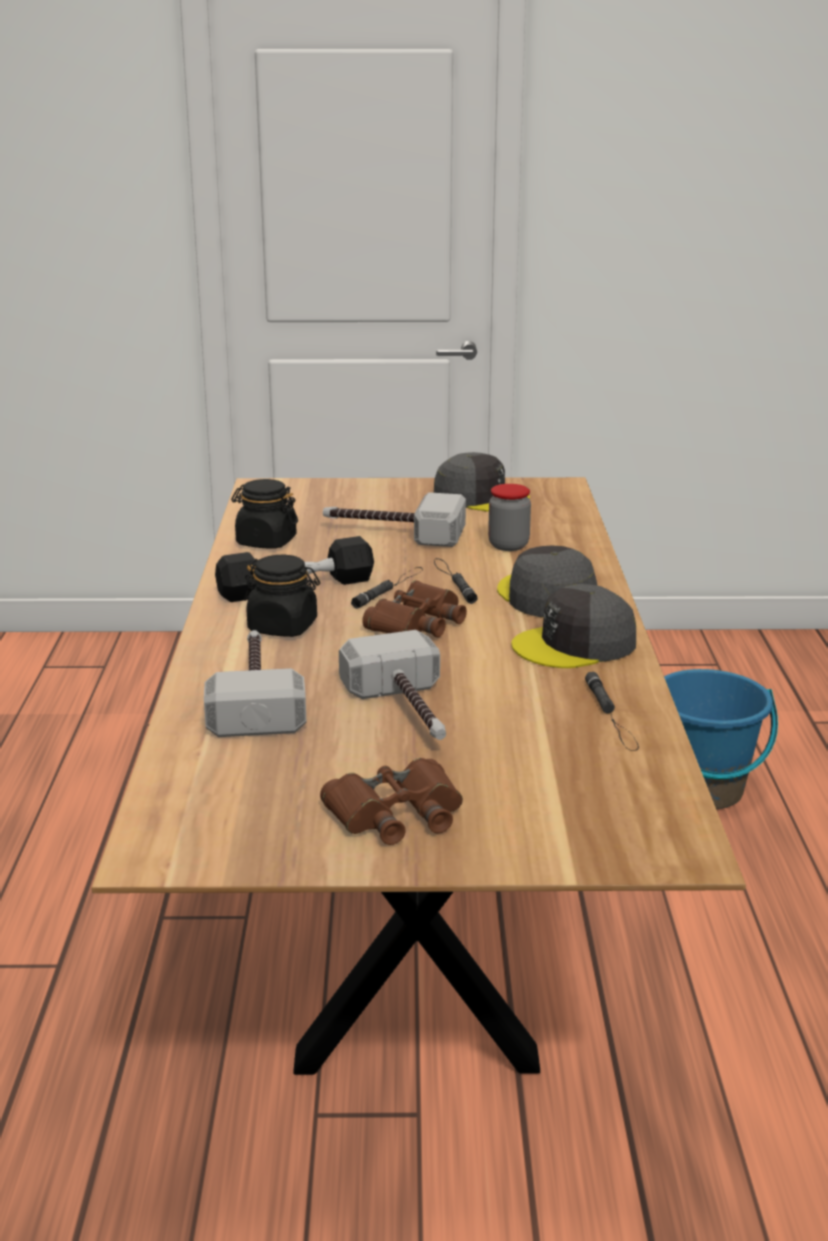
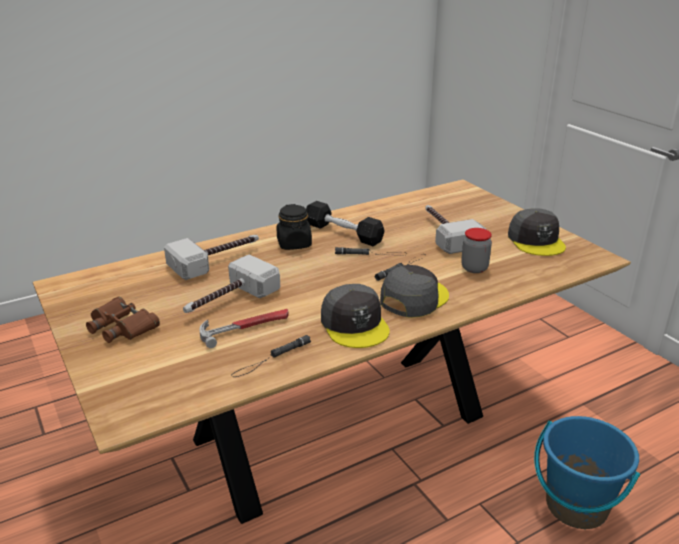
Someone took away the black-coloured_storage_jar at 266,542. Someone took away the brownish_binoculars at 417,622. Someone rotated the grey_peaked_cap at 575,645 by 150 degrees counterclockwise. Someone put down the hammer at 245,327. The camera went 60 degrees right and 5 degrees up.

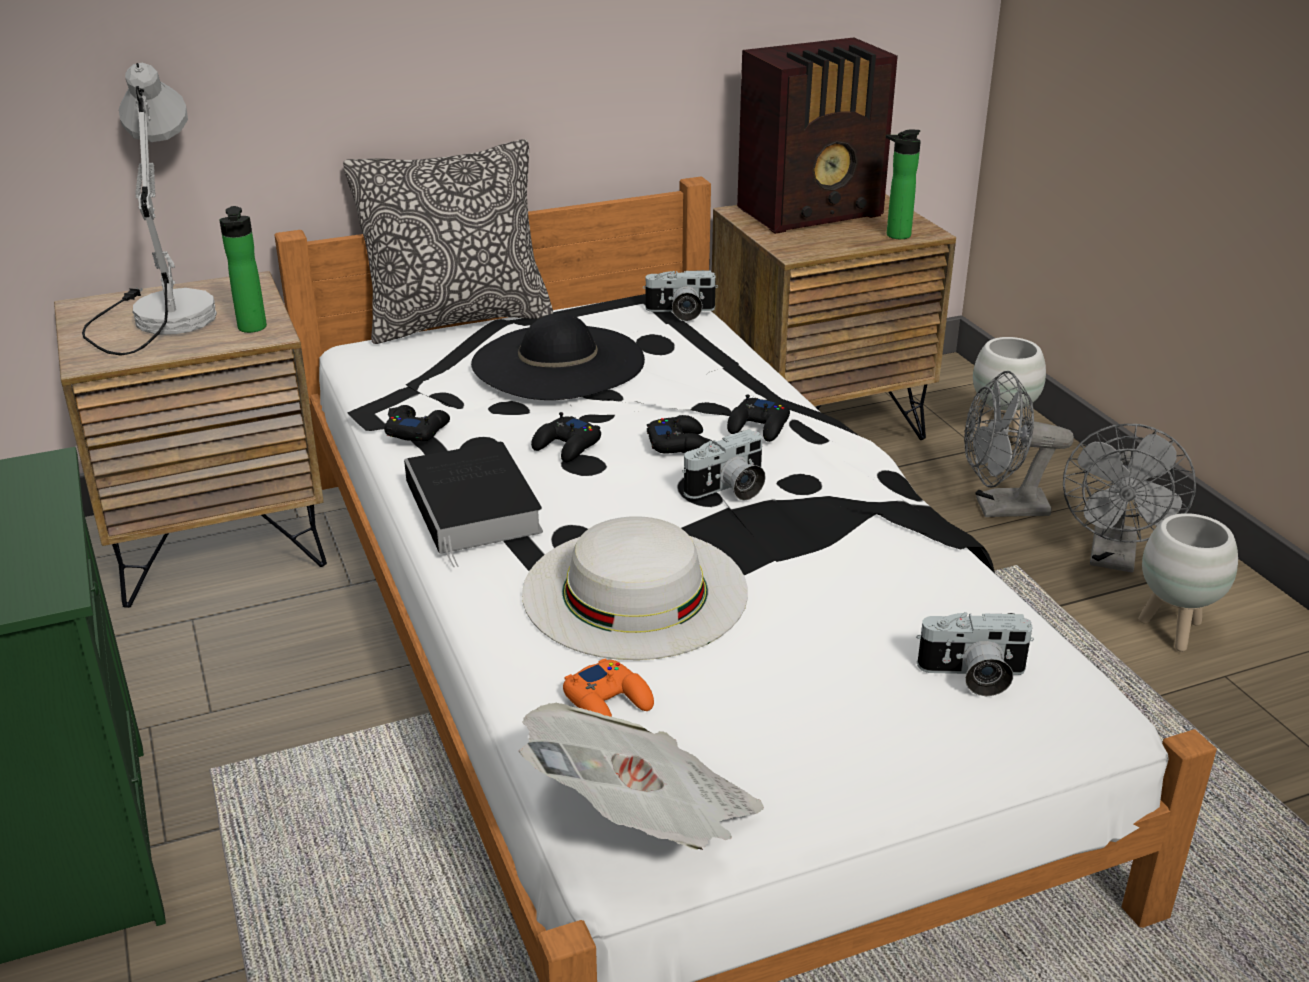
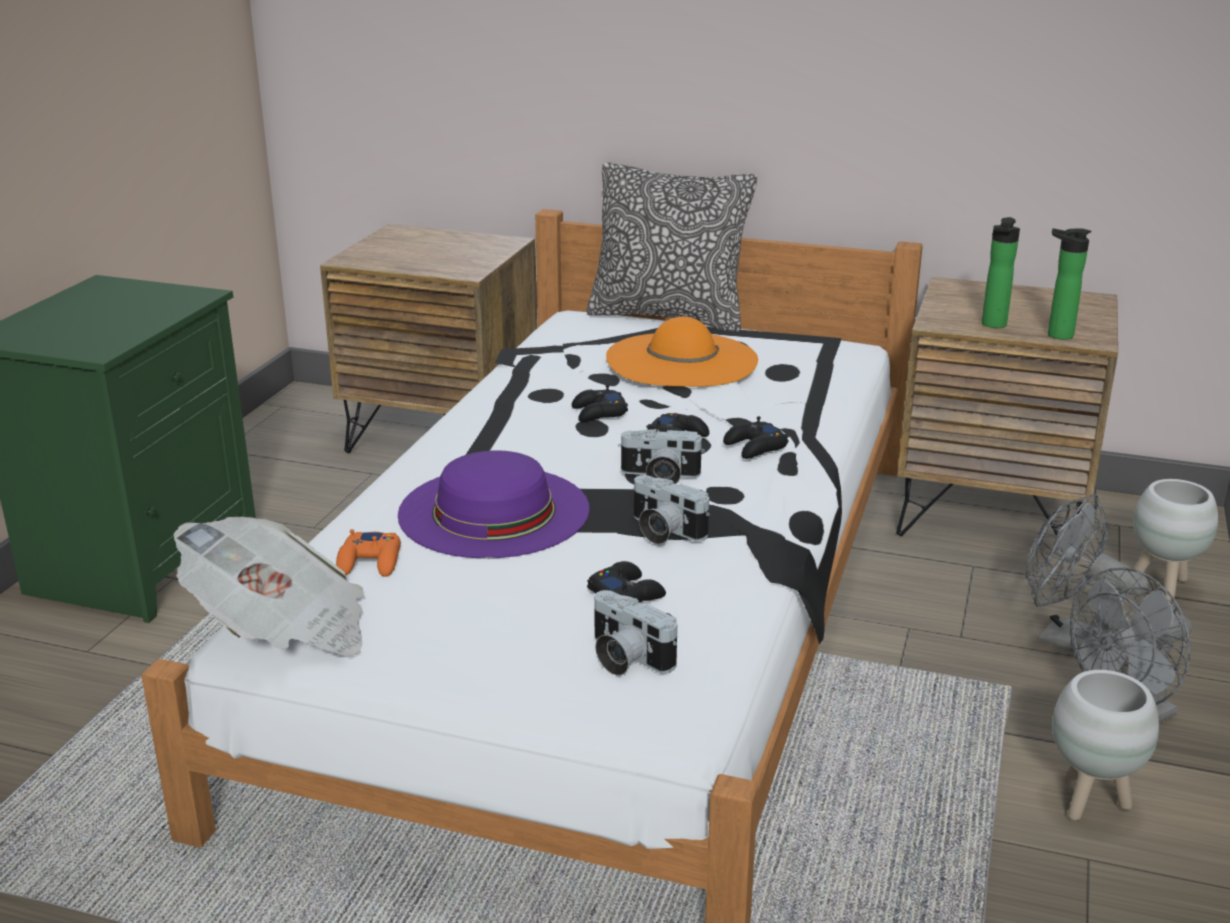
Someone took away the radio_set at 813,213. Someone took away the whitish_tabletop_lamp at 155,315. Someone carried the bottle from 252,329 to 993,325. Someone carried the still_camera from 680,312 to 663,531. Someone repainted the black-coloured_wearable_hat at 558,362, which became the orangey_wearable_hat at 681,360. Someone carried the black-coloured_game_controller from 417,430 to 626,594. Someone took away the volume at 475,508. Someone repainted the whitish_wearable_hat at 634,591, which became the purplish_wearable_hat at 494,511. The camera went 40 degrees right and 5 degrees down.

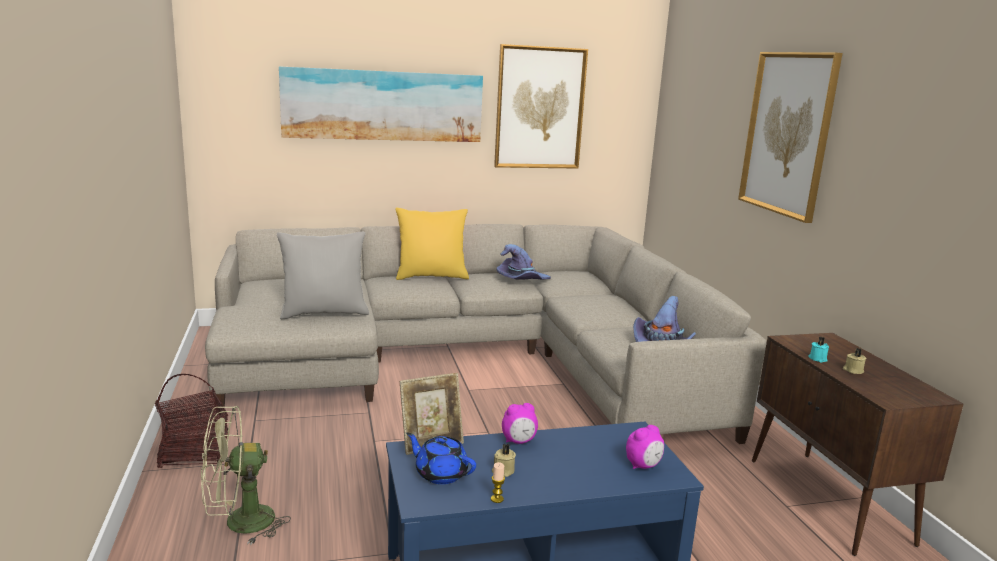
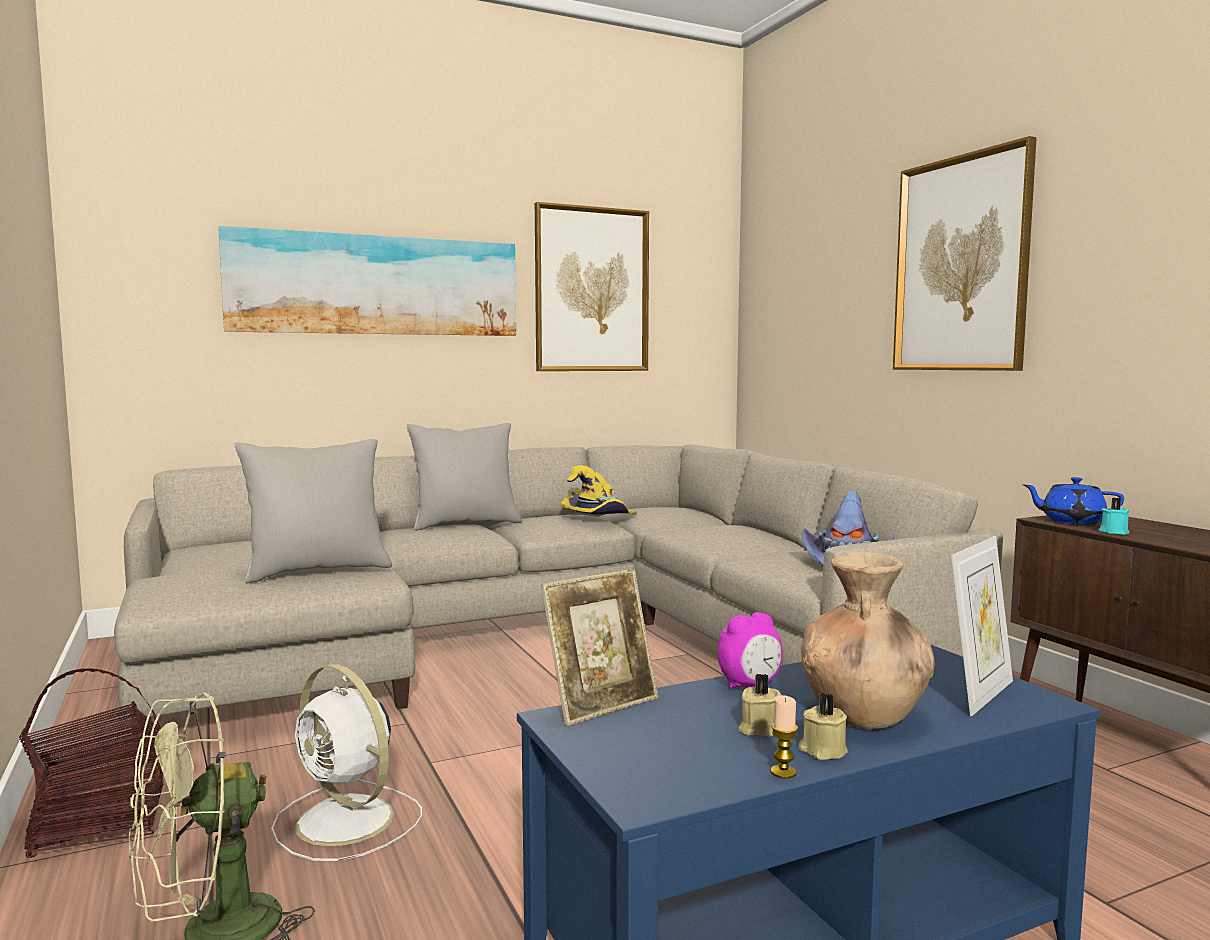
Someone repainted the yellowish_pillow at 431,276, which became the grey_pillow at 465,524. Someone repainted the purplish_wearable_hat at 521,280, which became the yellowish_wearable_hat at 597,518. Someone carried the beige-coloured_wax_light from 852,370 to 822,750. Someone swapped the table_clock at 643,466 for the picture_frame at 979,694. Someone carried the blue_tea_pot from 440,473 to 1071,521. Someone put down the brownish_flower_vase at 863,713. Someone put down the whitish_electric_fan at 348,822. The camera went 10 degrees left and 10 degrees down.

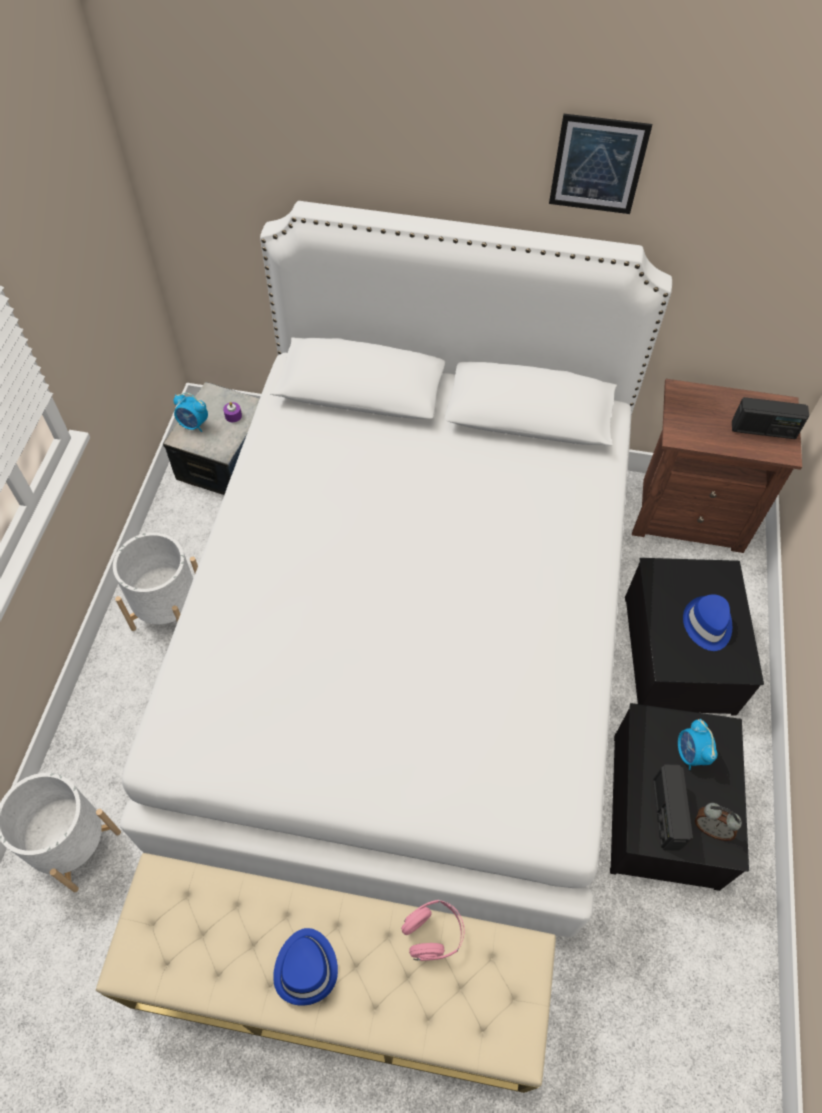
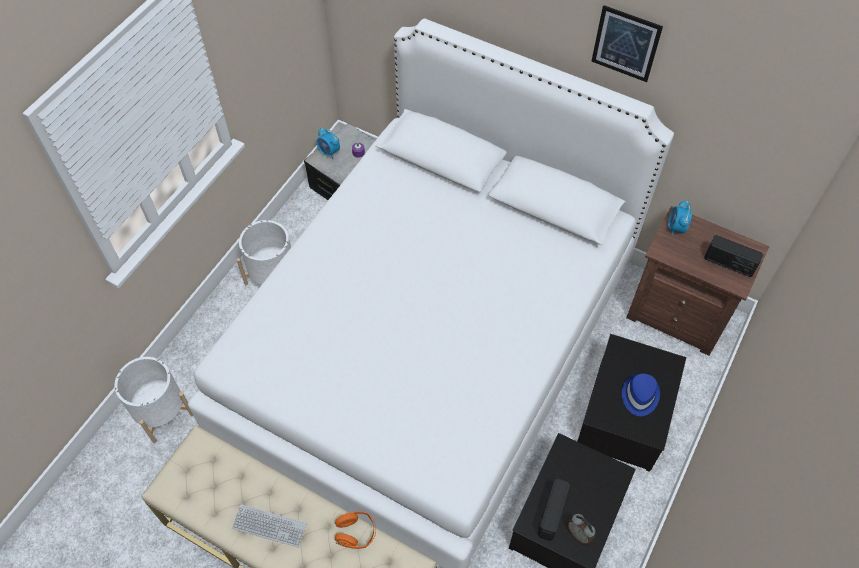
Someone carried the table_clock from 690,754 to 676,228. Someone repainted the pinkish_pair_of_headphones at 433,934, which became the orangey_pair_of_headphones at 356,533. Someone swapped the blue_wearable_hat at 306,967 for the PC_keyboard at 269,526. The camera went 20 degrees right and 0 degrees up.

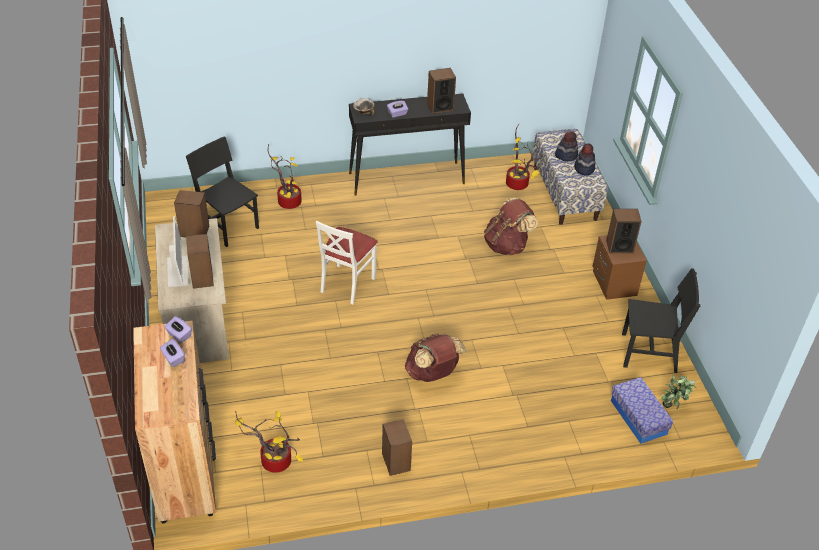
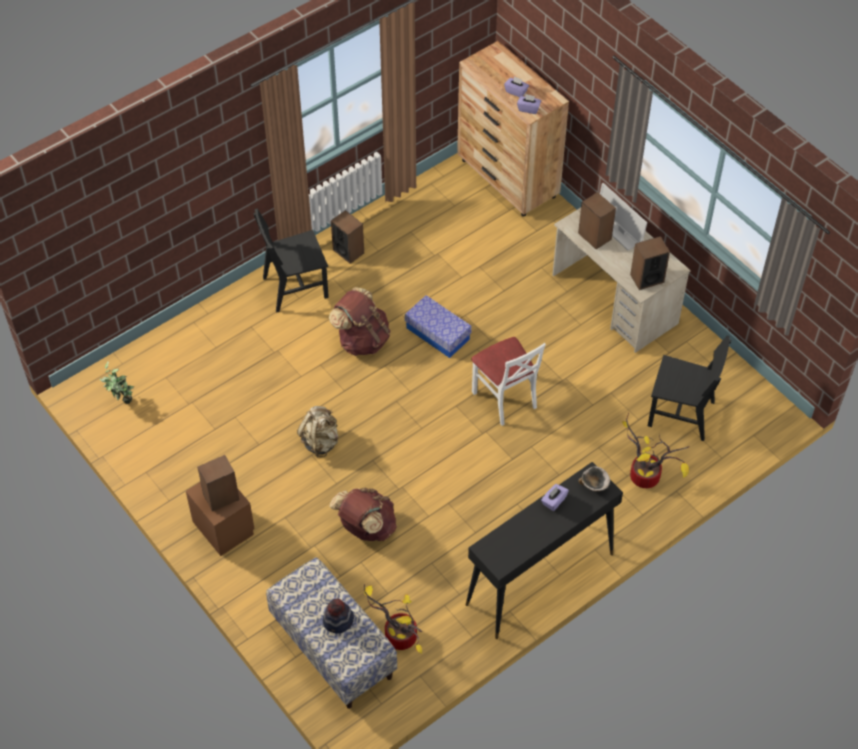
Someone took away the speaker at 440,107. Someone took away the wearable_hat at 584,168. Someone rotated the whitish_plain_chair at 347,284 by 150 degrees clockwise. Someone carried the black-coloured_plain_chair from 649,353 to 295,287. Someone carried the storage_bin from 638,417 to 438,333. Someone took away the potted_plant at 273,462. Someone put down the beige-coloured_backpack at 320,441. The camera went 155 degrees right and 10 degrees up.

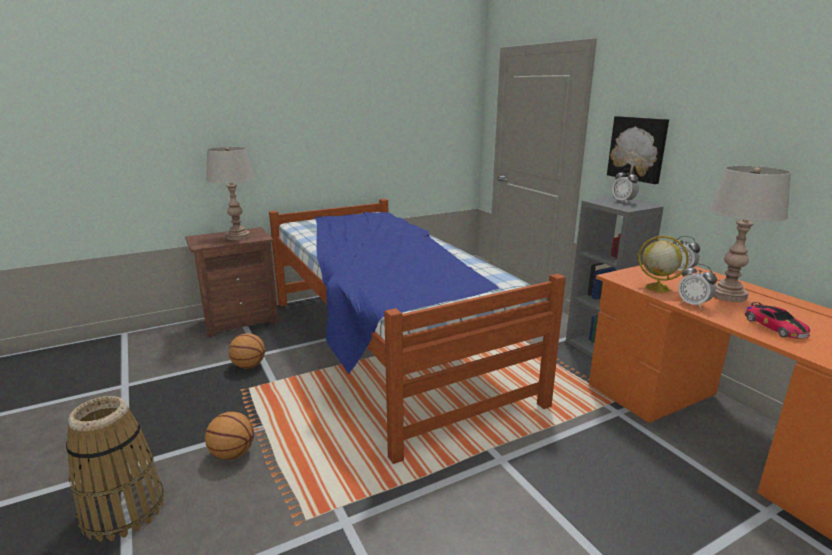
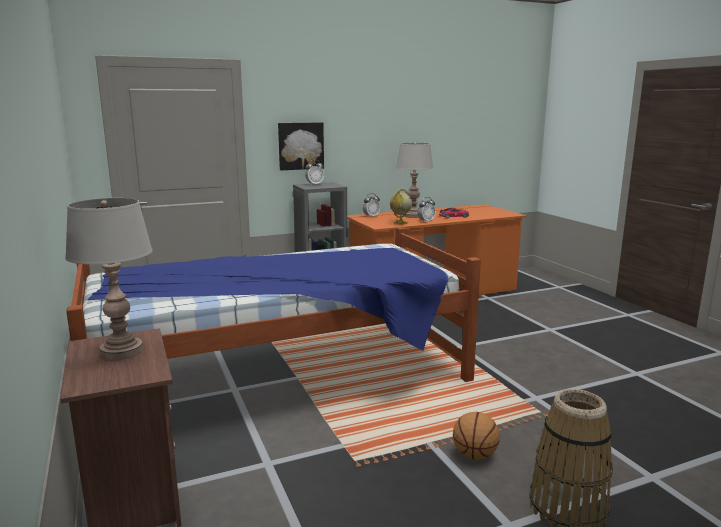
Someone took away the basketball_ball at 249,366. The camera went 85 degrees left and 5 degrees down.

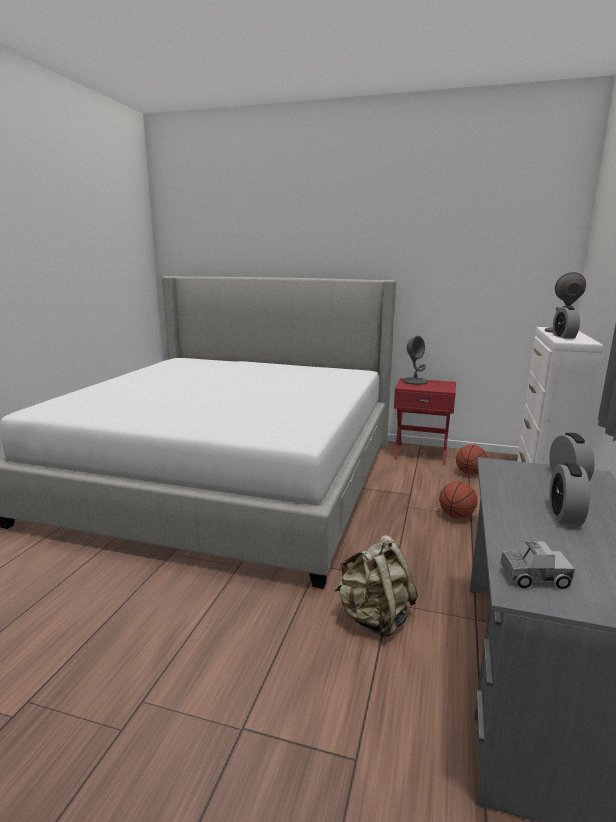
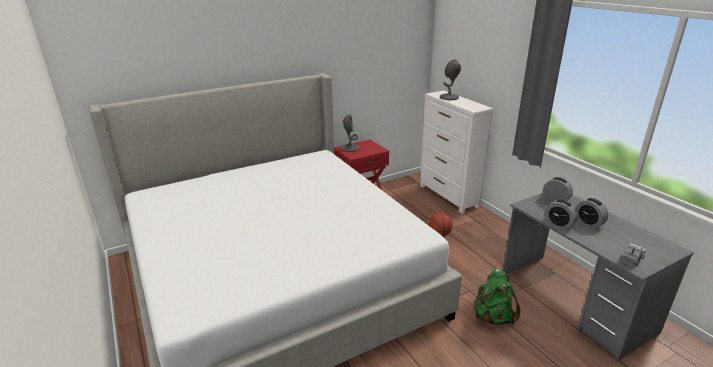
Someone carried the table_clock from 563,336 to 559,224. Someone took away the basketball_ball at 470,473. Someone repainted the beige-coloured_backpack at 374,618, which became the greenish_backpack at 493,317. The camera went 45 degrees left and 10 degrees up.

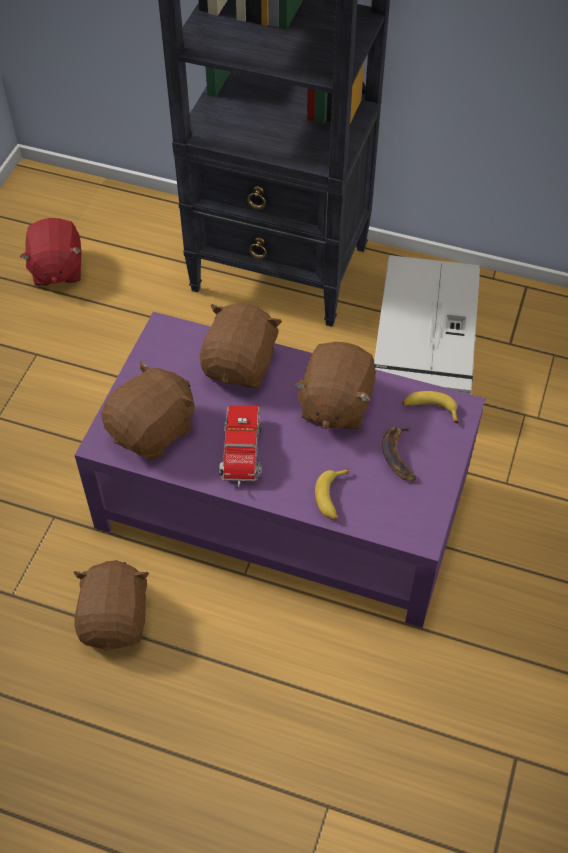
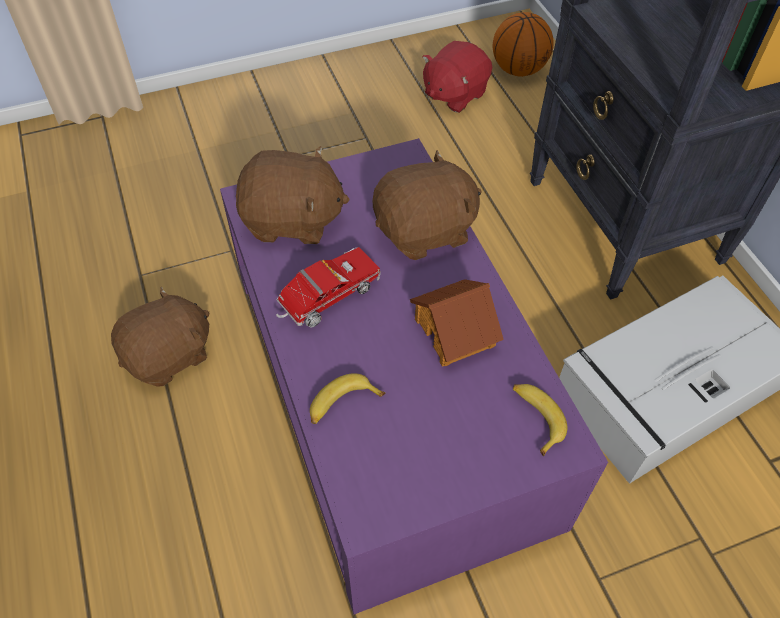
Someone swapped the brownish_cuddly_toy at 335,404 for the toy_house at 455,331. Someone took away the banana at 398,455. Someone put down the basketball_ball at 518,70. The camera went 50 degrees right and 0 degrees up.

